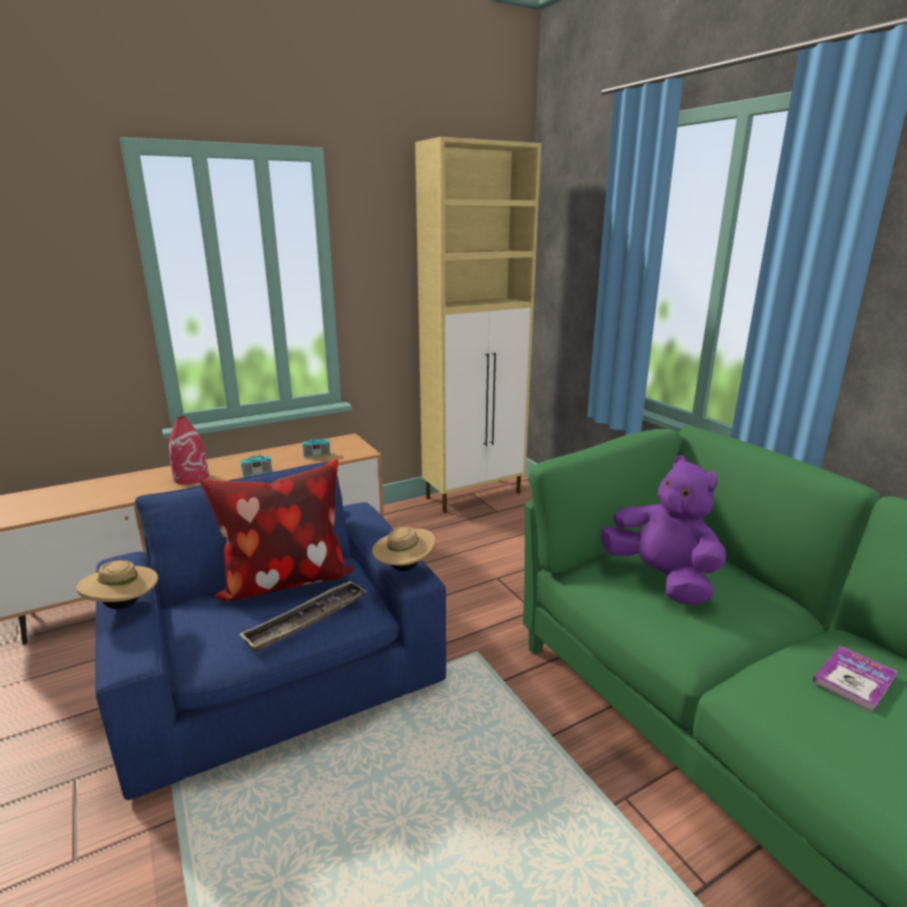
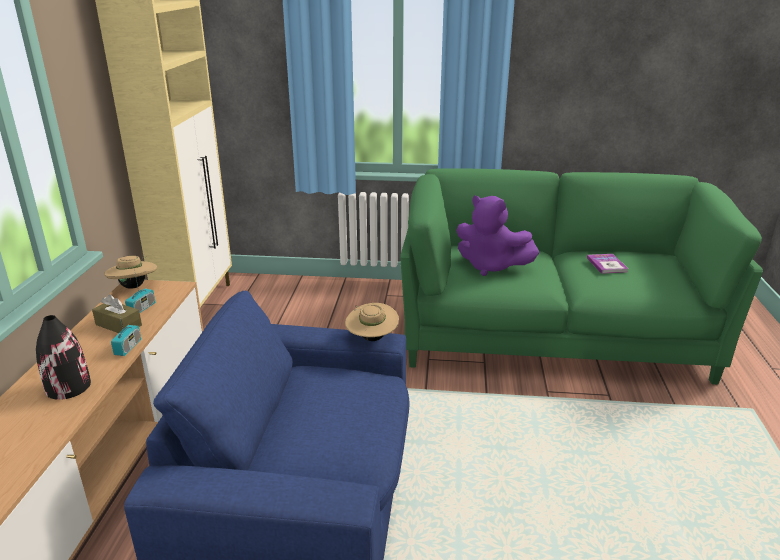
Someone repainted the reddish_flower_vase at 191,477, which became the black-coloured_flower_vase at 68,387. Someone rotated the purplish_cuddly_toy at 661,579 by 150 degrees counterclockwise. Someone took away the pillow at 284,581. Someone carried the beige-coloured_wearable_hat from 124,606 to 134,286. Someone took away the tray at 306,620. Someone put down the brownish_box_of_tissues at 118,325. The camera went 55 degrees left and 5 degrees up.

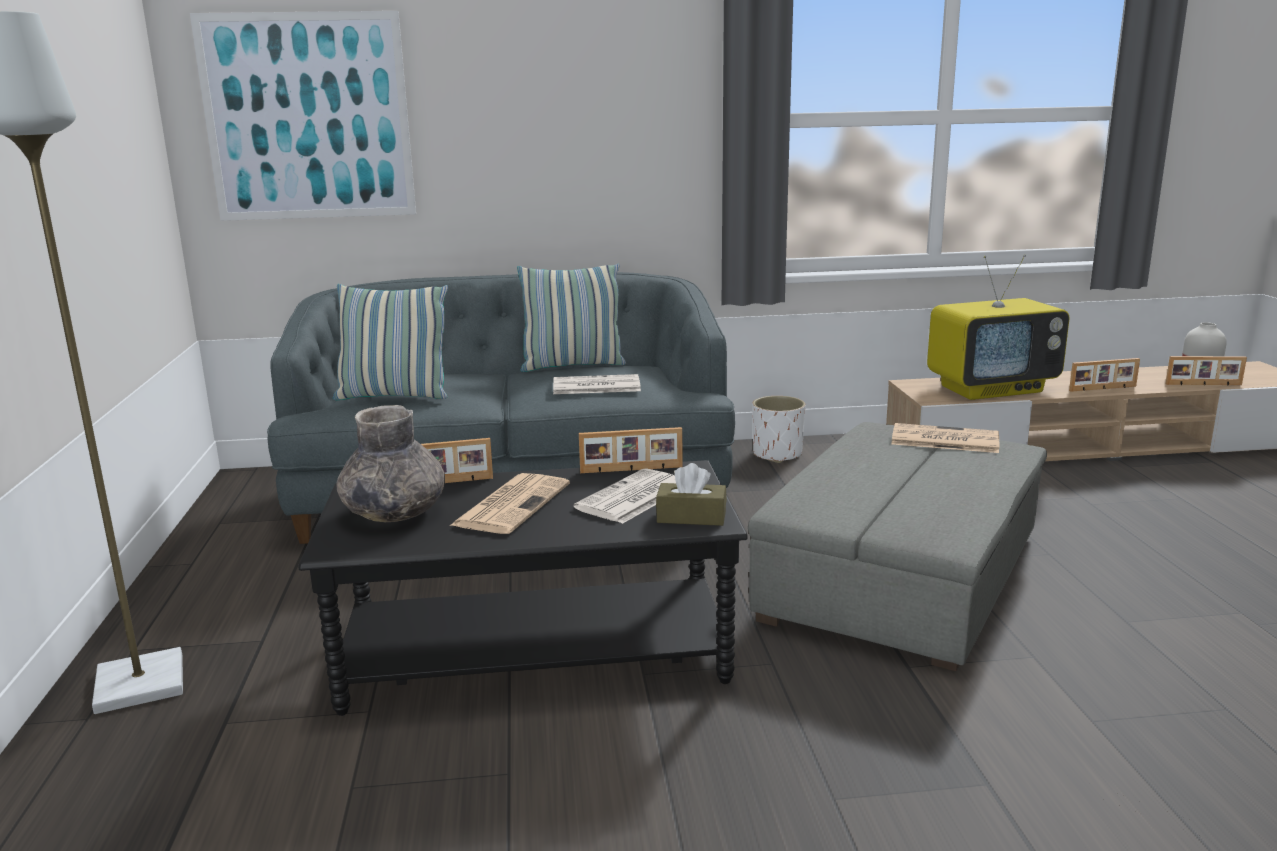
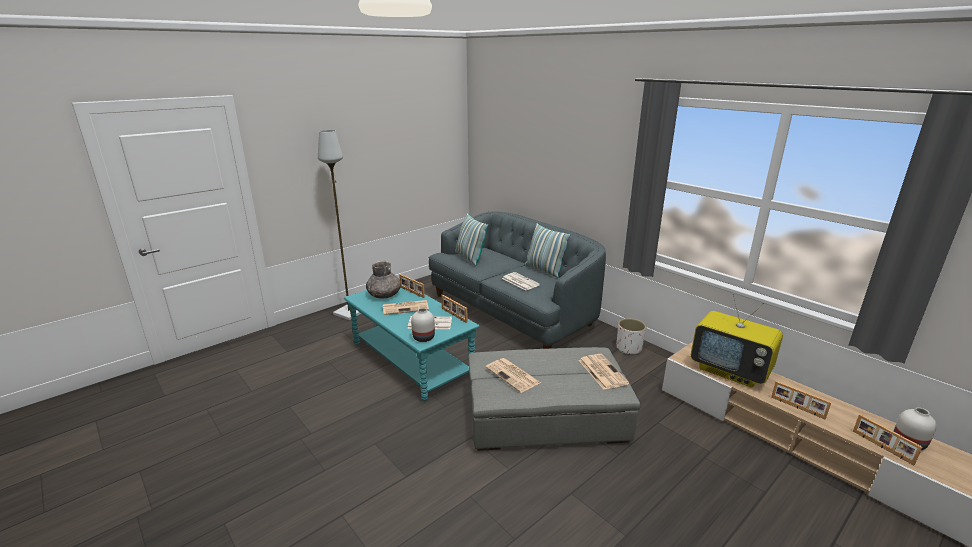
Someone took away the wall_art at 308,117. Someone repainted the black-coloured_coffee_table at 536,654, which became the turquoise-coloured_coffee_table at 411,360. Someone swapped the brownish_box_of_tissues at 691,517 for the whitish_flower_vase at 423,337. Someone put down the newspaper at 513,375. The camera went 55 degrees right and 5 degrees up.

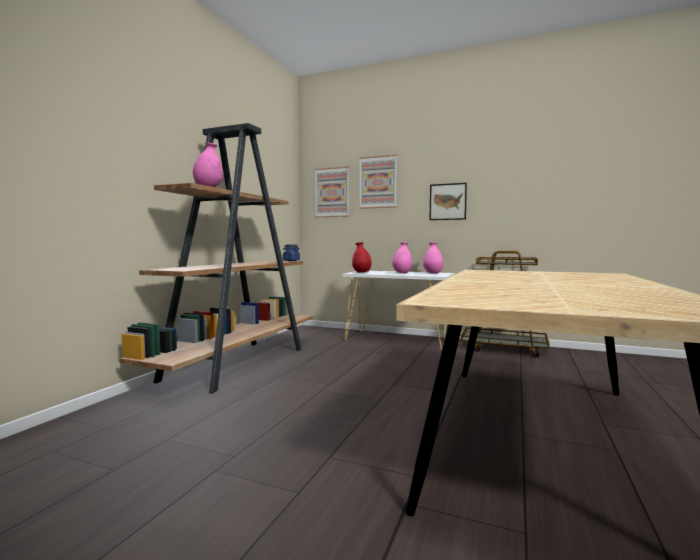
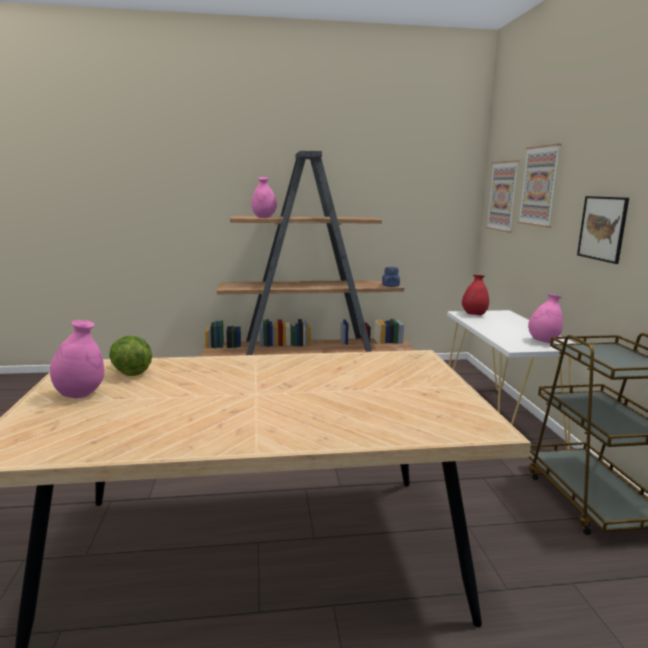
Someone carried the pinkish_flower_vase from 402,273 to 80,394. Someone put down the lettuce_head at 131,372. The camera went 60 degrees right and 10 degrees up.

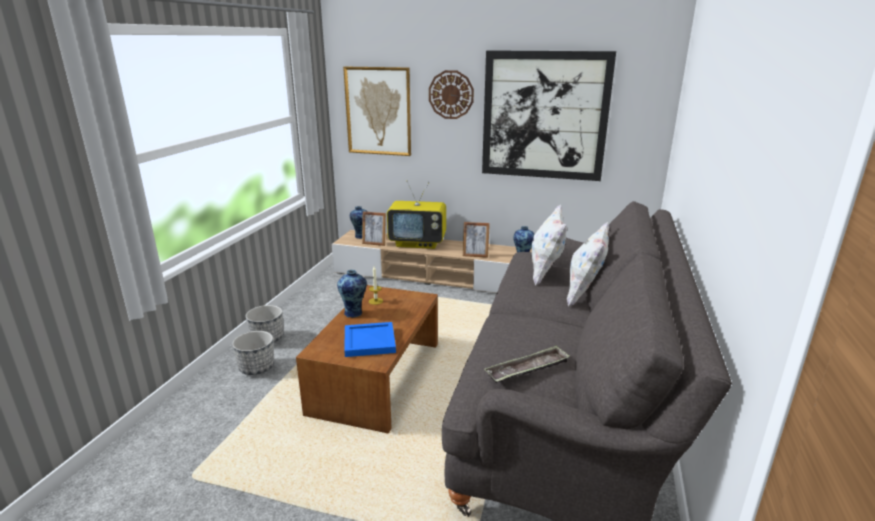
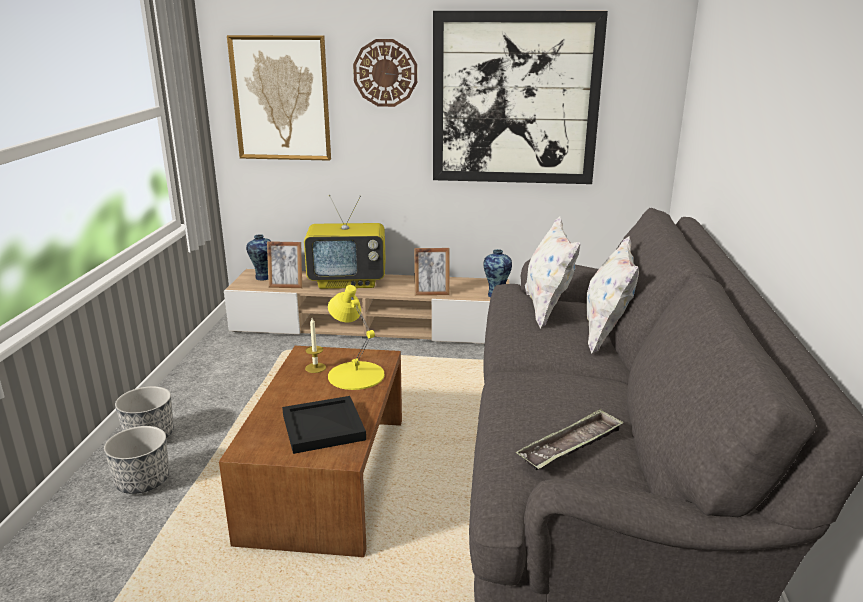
Someone took away the flower_vase at 354,313. Someone repainted the blue_tray at 369,342, which became the black-coloured_tray at 322,428. Someone put down the yellowish_tabletop_lamp at 356,375. The camera went 10 degrees left and 0 degrees up.

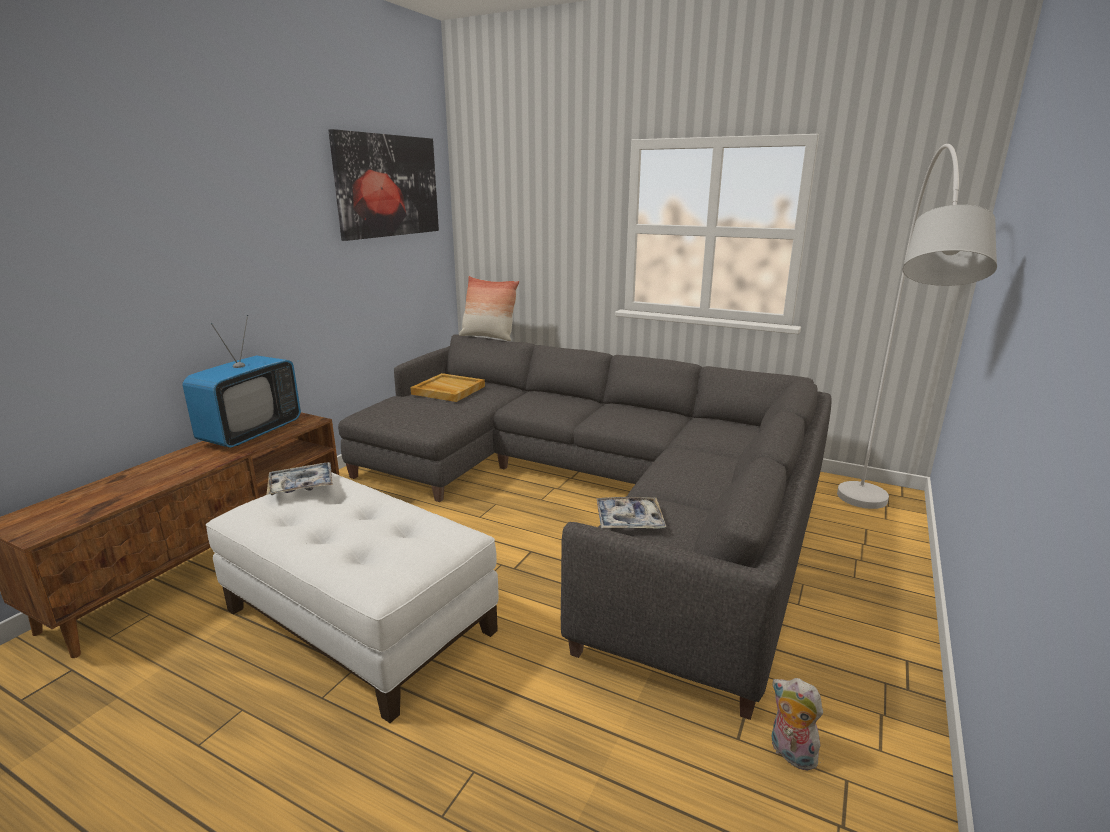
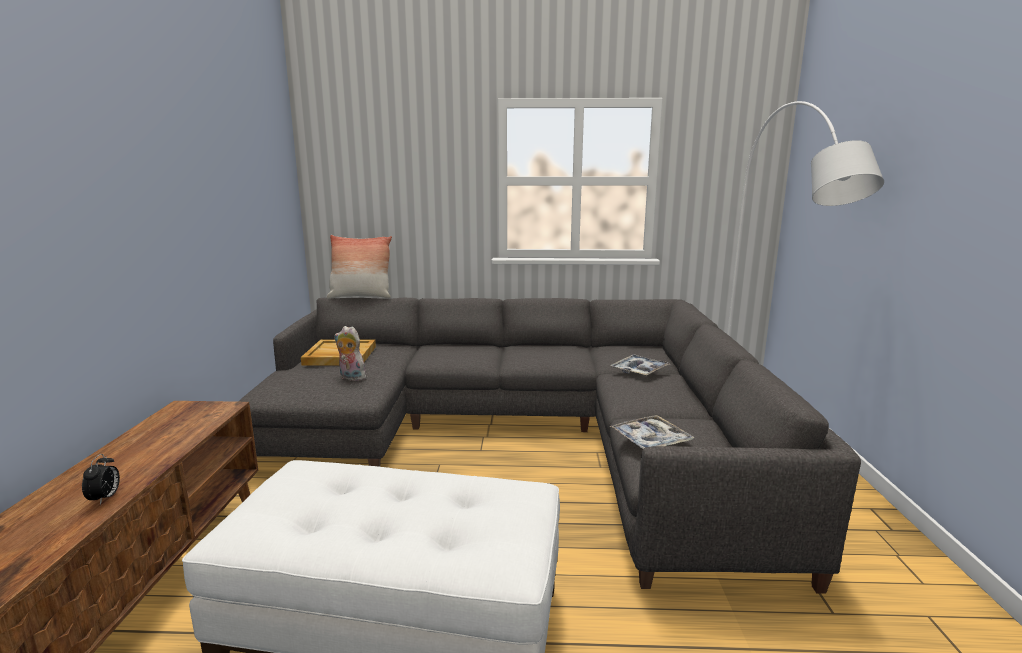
Someone took away the wall_art at 387,186. Someone took away the television at 251,433. Someone carried the tray from 301,485 to 639,370. Someone carried the cuddly_toy from 789,753 to 350,378. Someone put down the table_clock at 105,498. The camera went 25 degrees left and 5 degrees down.

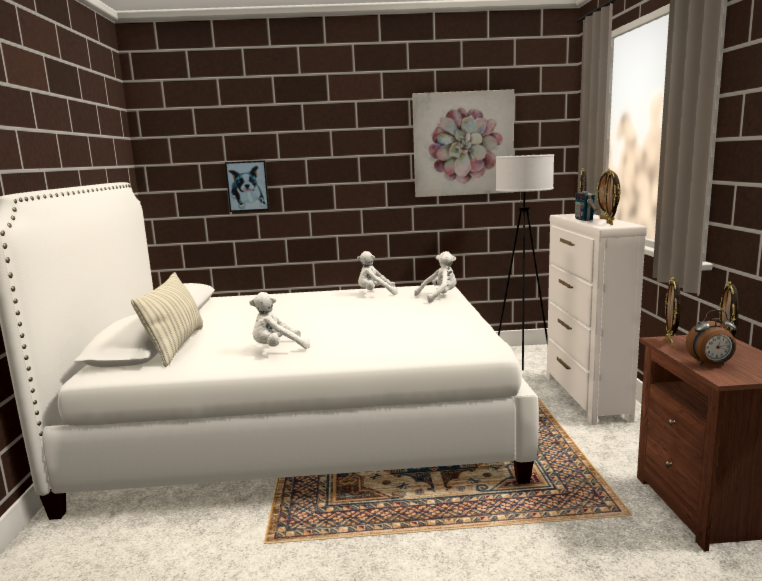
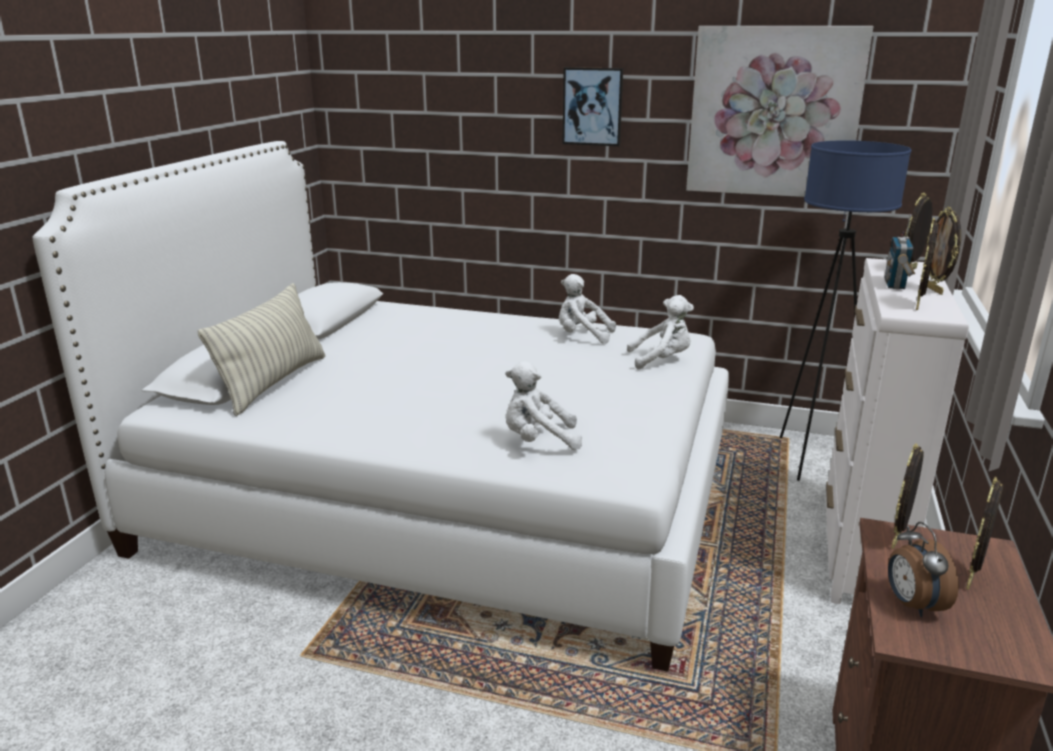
Someone repainted the whitish_floor_lamp at 522,358, which became the blue_floor_lamp at 812,459. Someone carried the wall_art from 247,186 to 592,106. Someone carried the whitish_cuddly_toy from 278,349 to 538,441. Someone rotated the table_clock at 711,364 by 60 degrees clockwise. The camera went 20 degrees right and 10 degrees up.

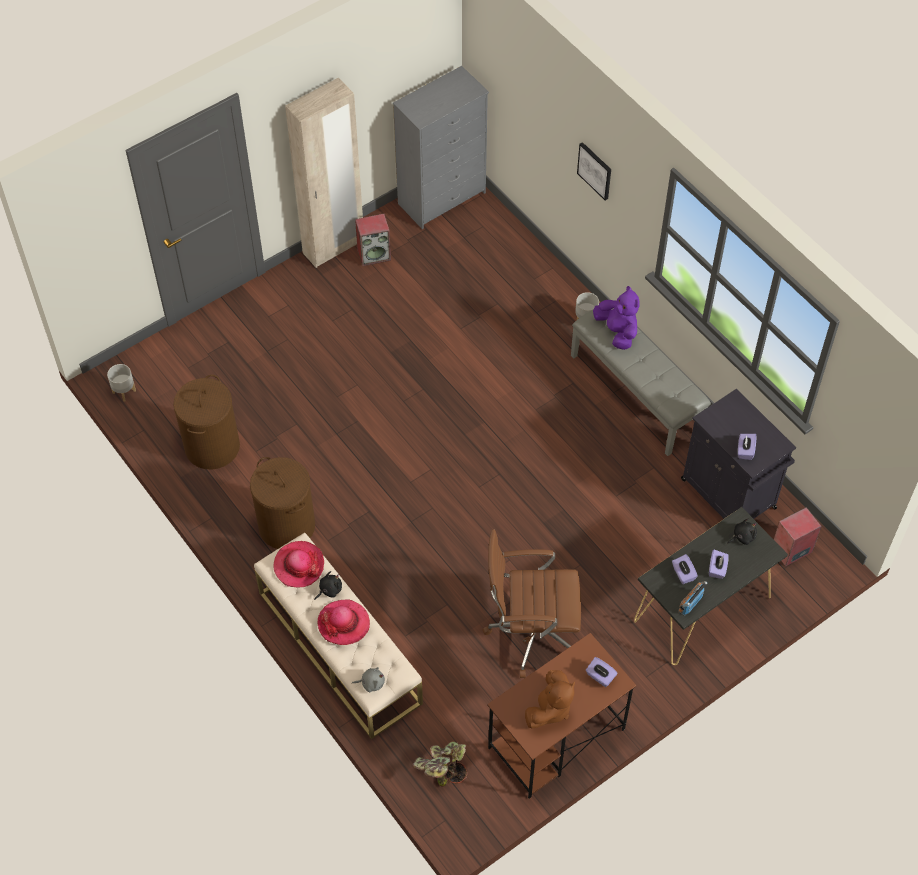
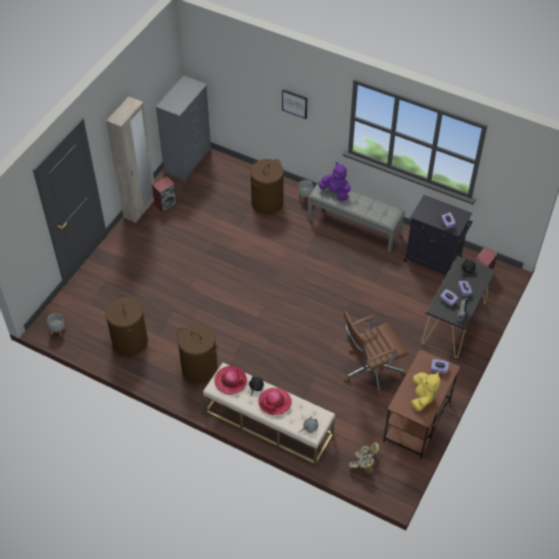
Someone repainted the brownish_cuddly_toy at 550,709, which became the yellowish_cuddly_toy at 422,397. Someone put down the brownish_laundry_basket at 267,203. The camera went 25 degrees left and 5 degrees down.

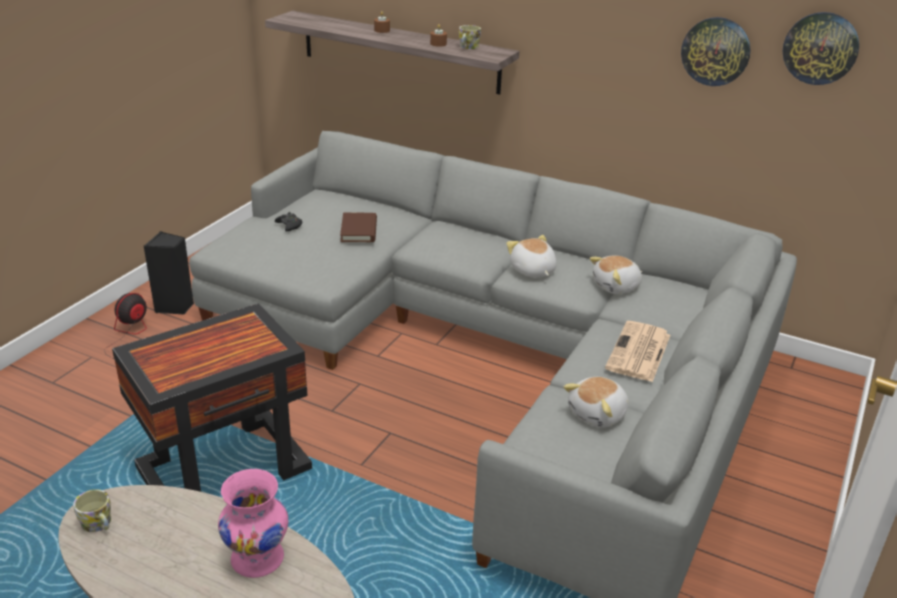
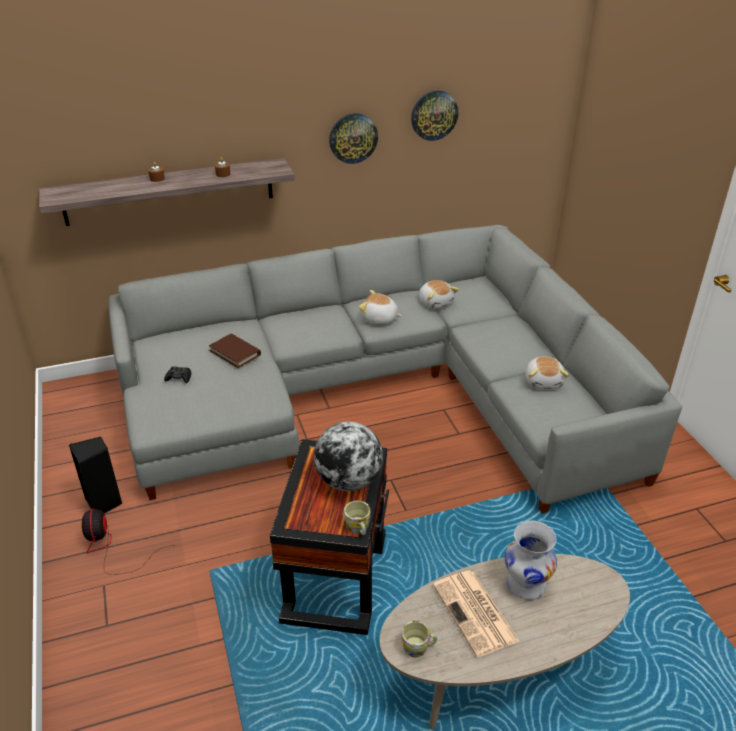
Someone carried the clock_on_the_wall from 820,48 to 353,138. Someone carried the tea_mug from 467,47 to 358,528. Someone rotated the cuddly_toy at 617,286 by 45 degrees counterclockwise. Someone carried the newspaper from 639,353 to 476,613. Someone repainted the pinkish_flower_vase at 258,558, which became the whitish_flower_vase at 525,583. Someone put down the world_globe at 348,481. The camera went 45 degrees left and 5 degrees up.

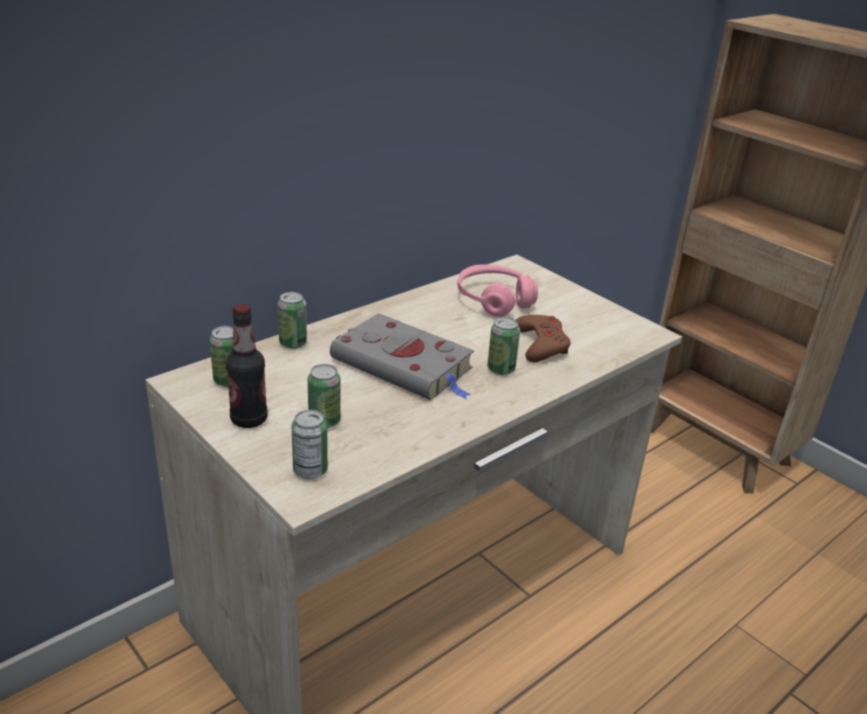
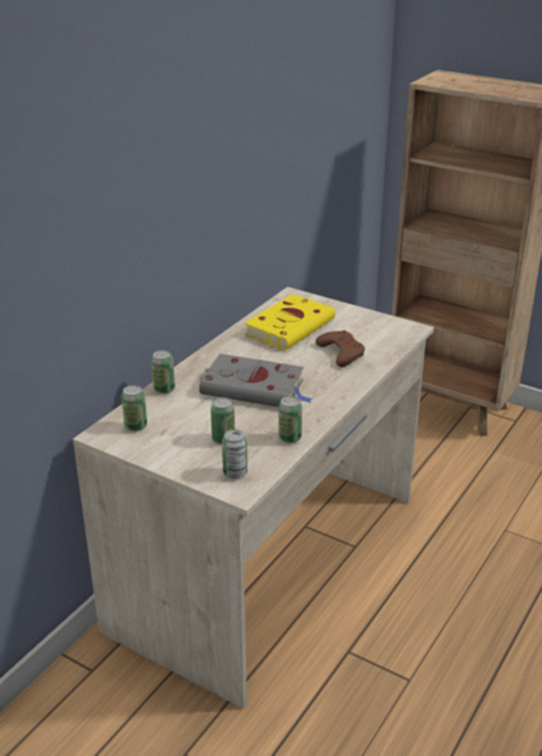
Someone swapped the pinkish_pair_of_headphones at 494,300 for the yellowish_volume at 291,326. Someone took away the bottle at 249,419. Someone carried the metal_can from 501,369 to 289,438. The camera went 15 degrees left and 0 degrees up.

